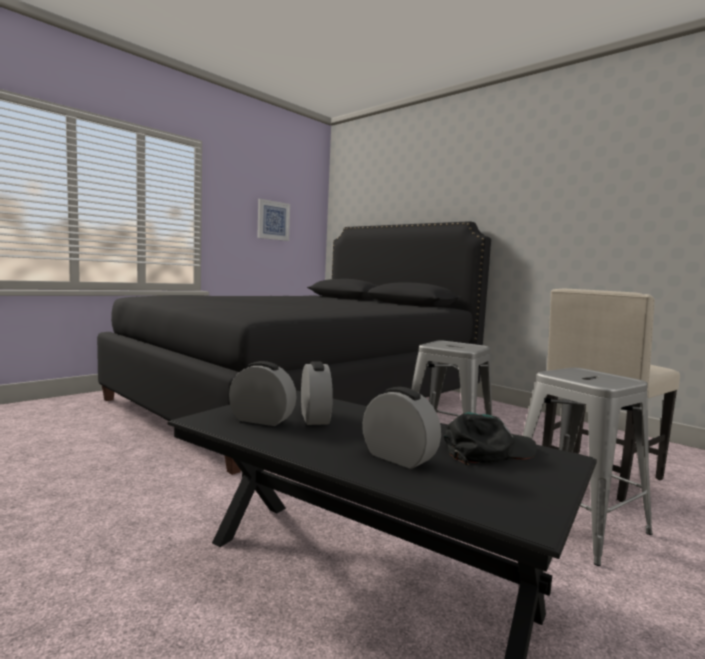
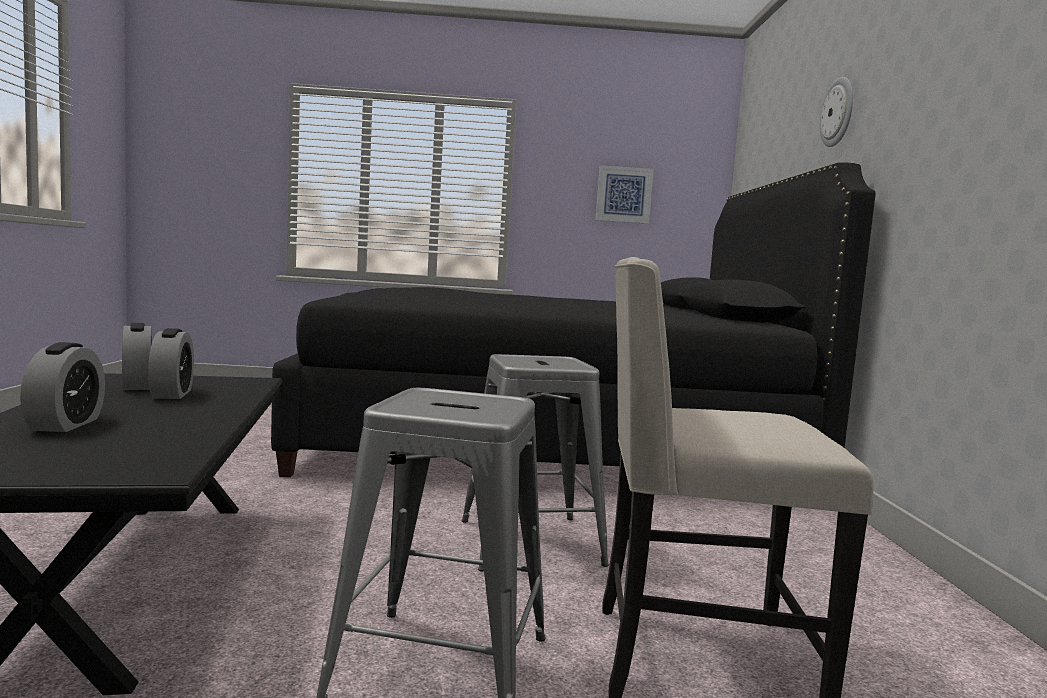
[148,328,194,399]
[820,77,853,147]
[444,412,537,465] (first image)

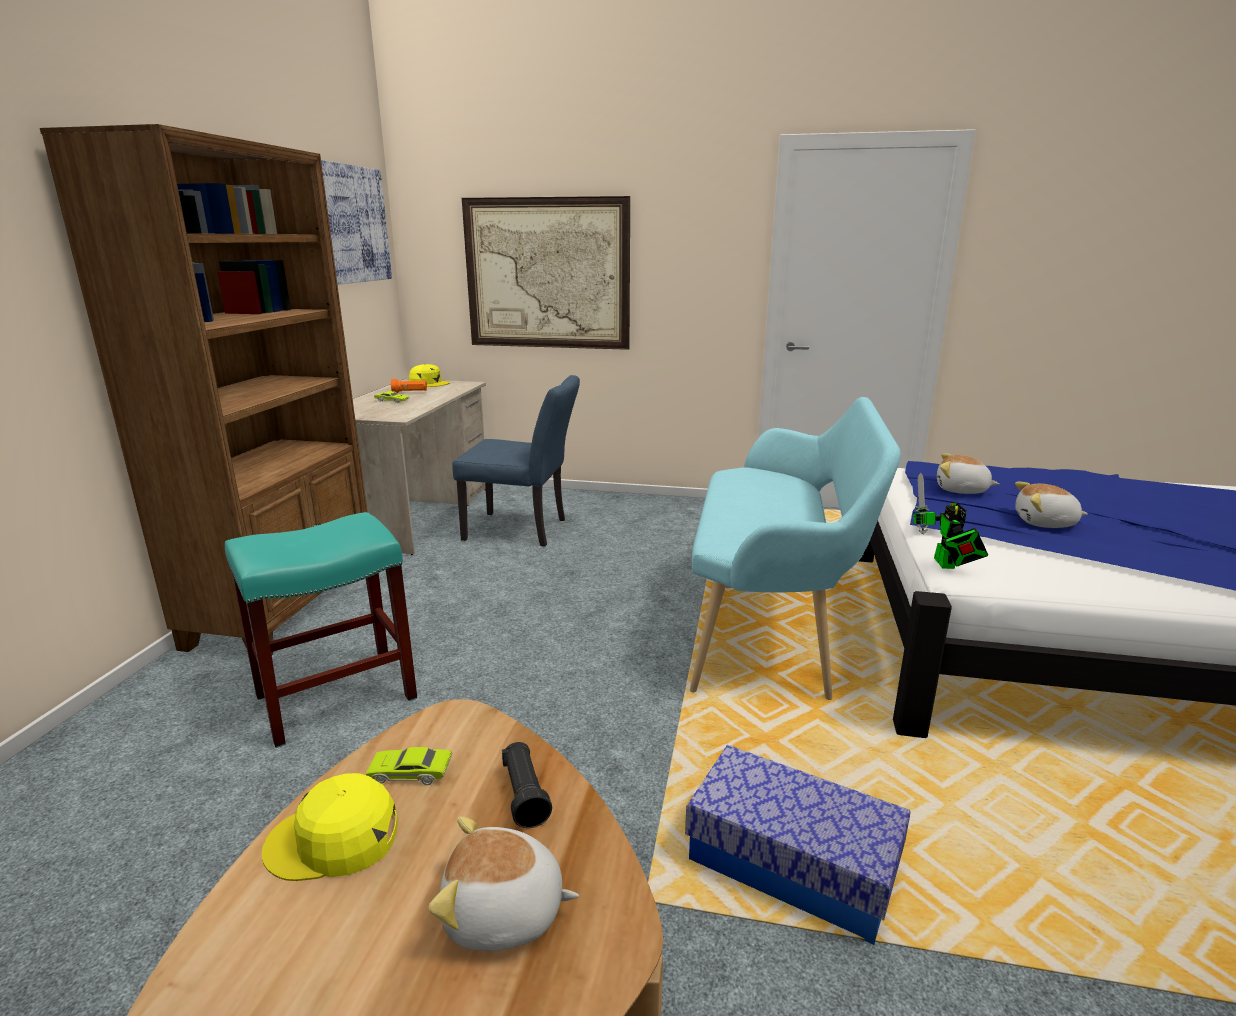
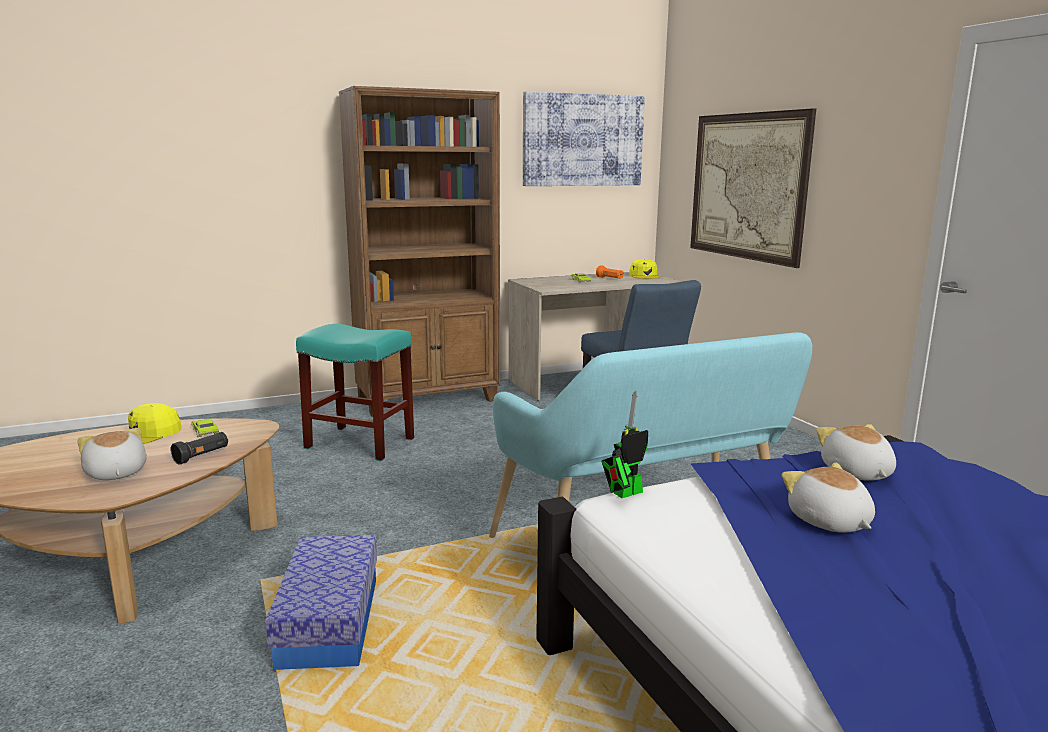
[128,403,182,444]

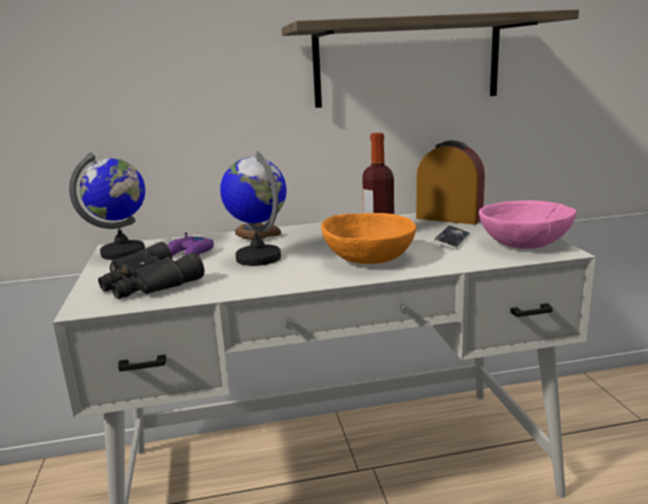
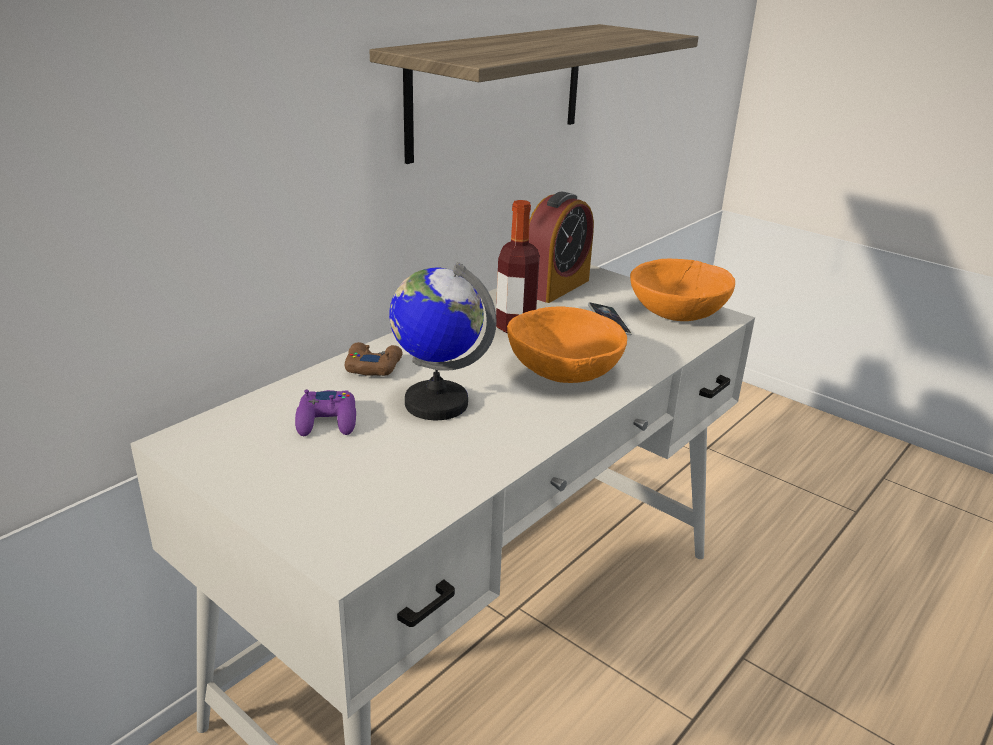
[529,191,594,303]
[630,259,735,321]
[69,152,145,260] (first image)
[98,242,204,299] (first image)

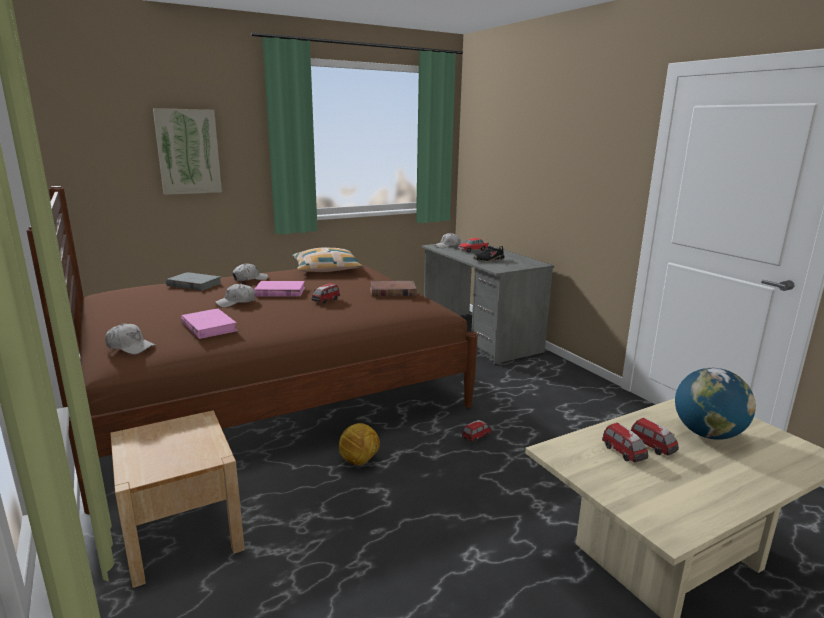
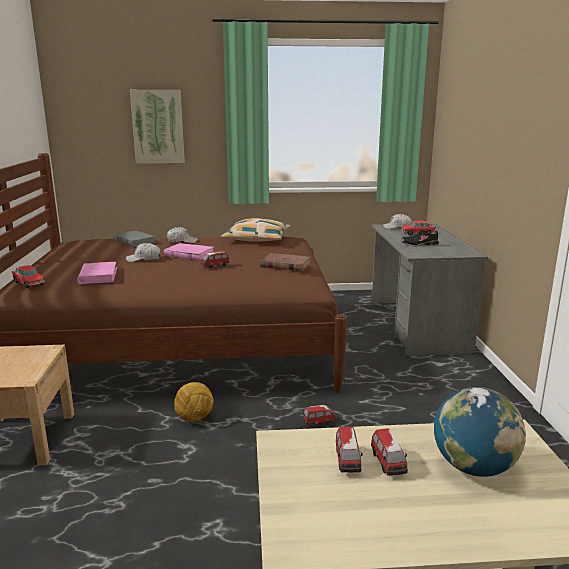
[12,265,45,288]

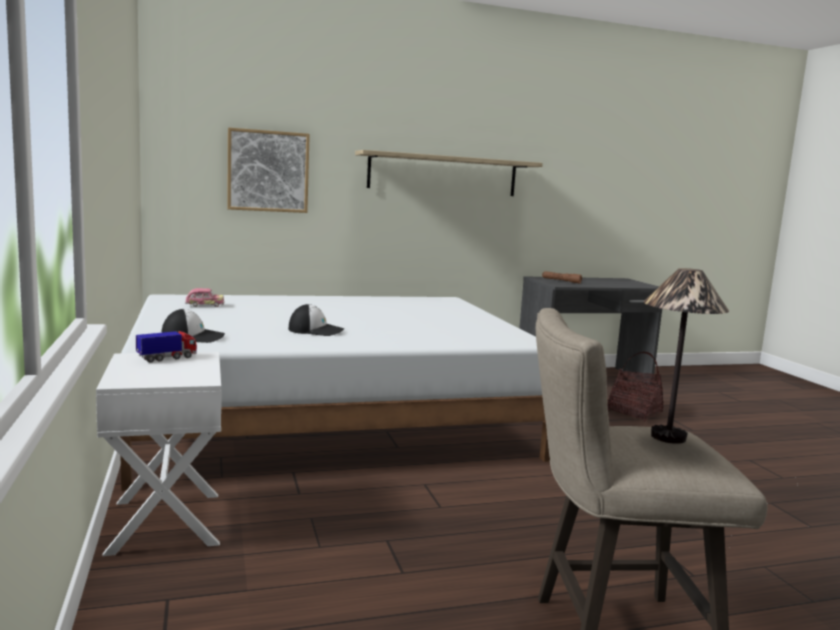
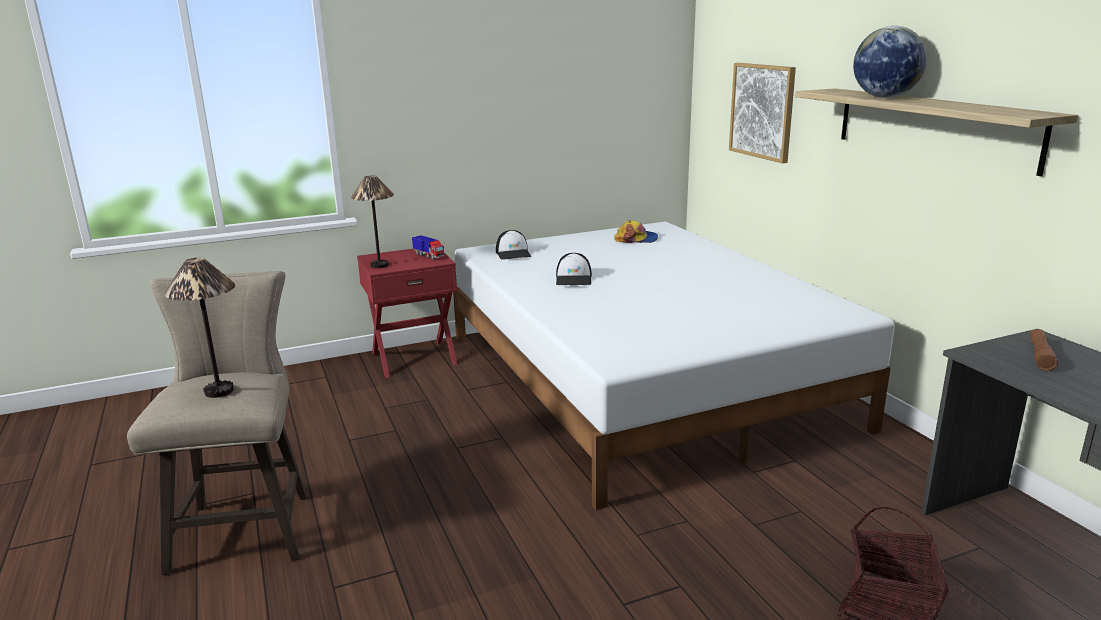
[351,175,394,268]
[357,249,458,378]
[614,220,658,243]
[853,26,927,98]

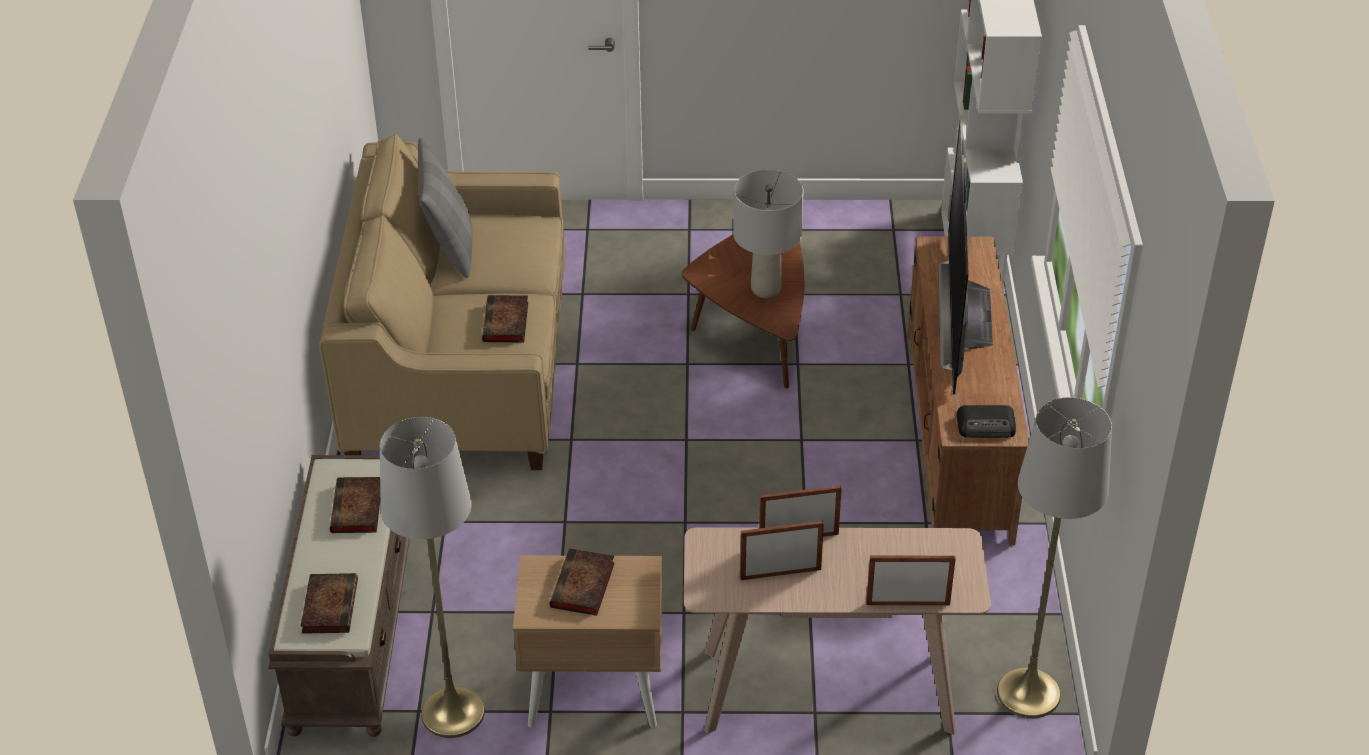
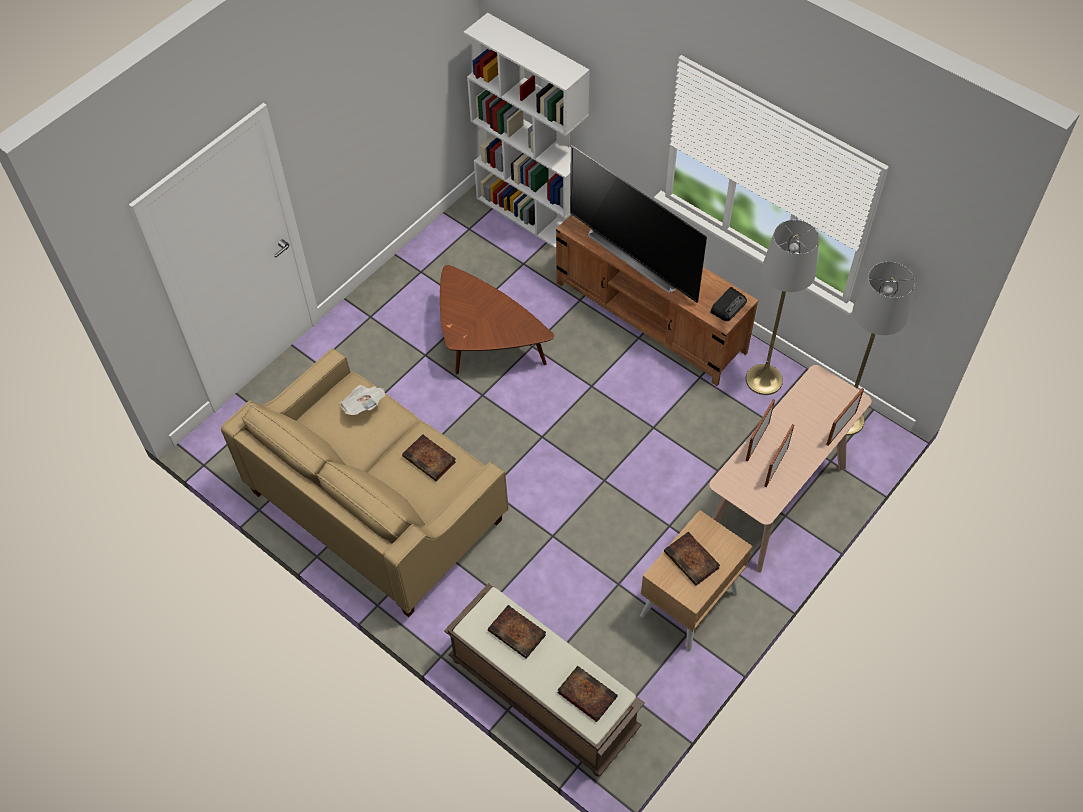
[339,385,385,415]
[746,220,819,395]
[418,138,473,278] (first image)
[733,170,804,298] (first image)

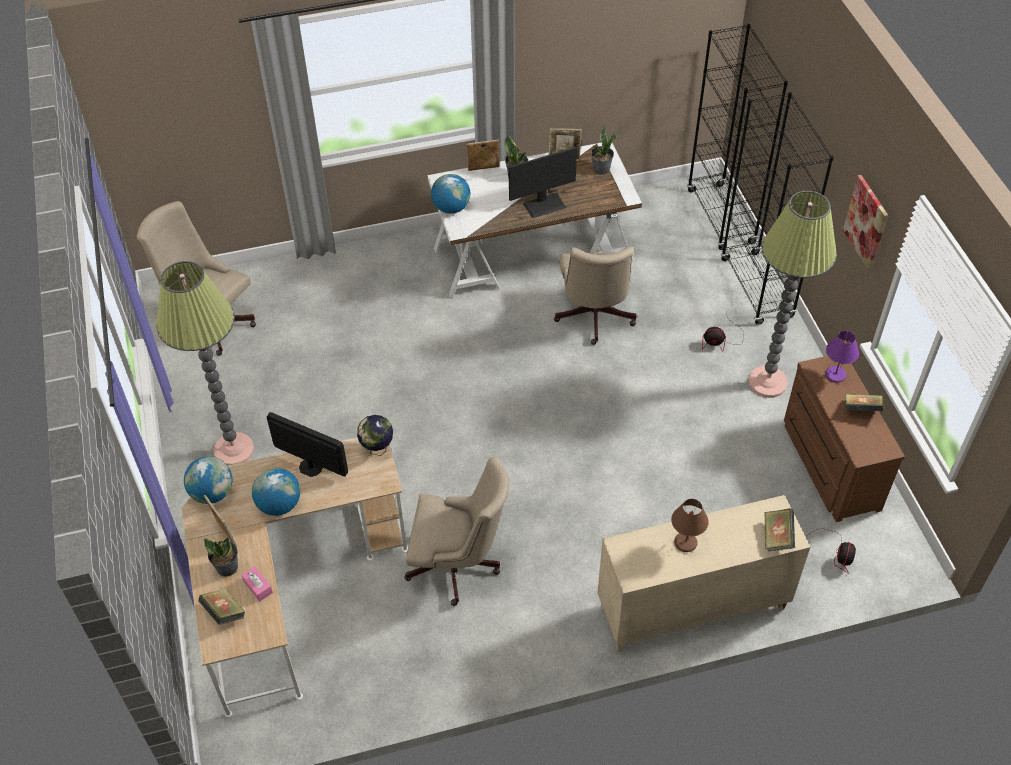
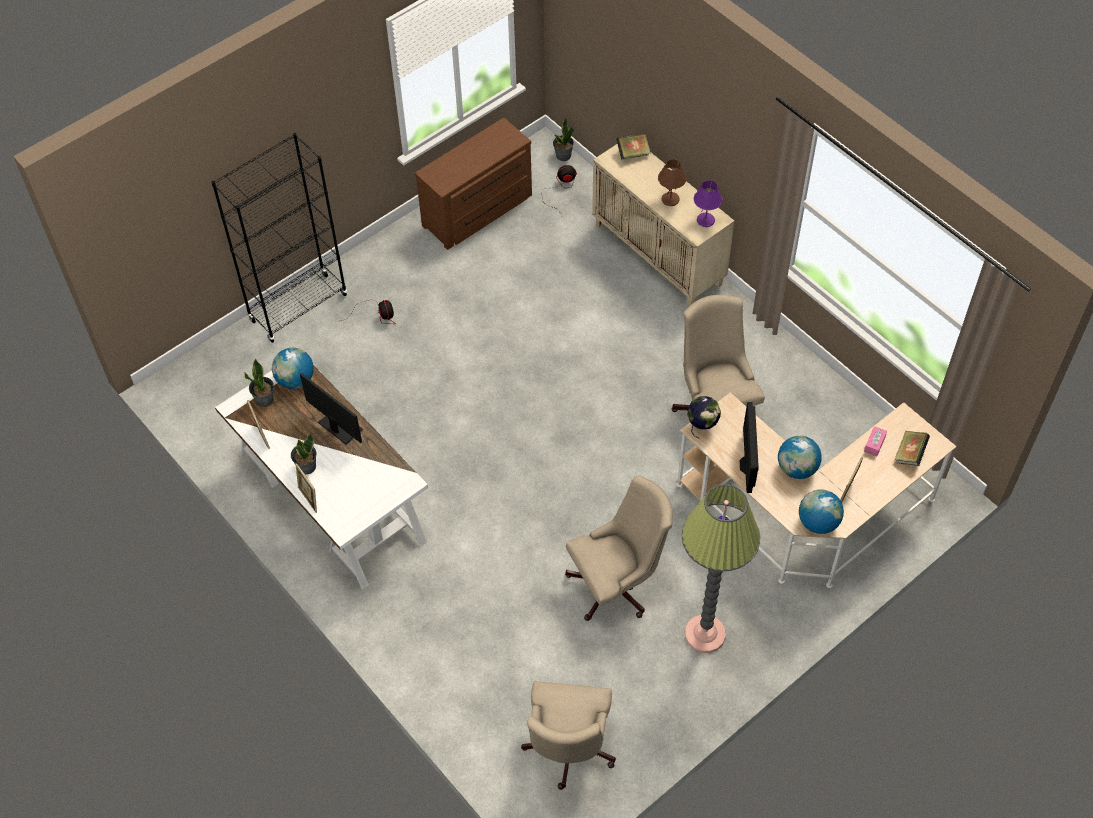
[272,348,314,389]
[553,118,574,161]
[565,475,673,621]
[694,180,723,227]
[687,24,788,250] (first image)
[748,191,837,398] (first image)
[843,175,888,270] (first image)
[846,394,884,411] (first image)

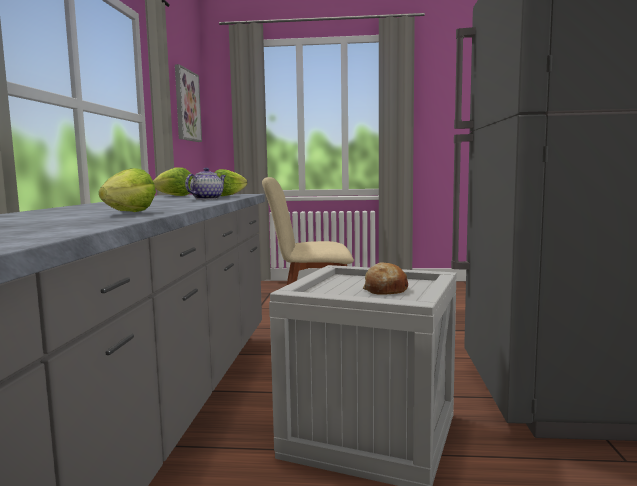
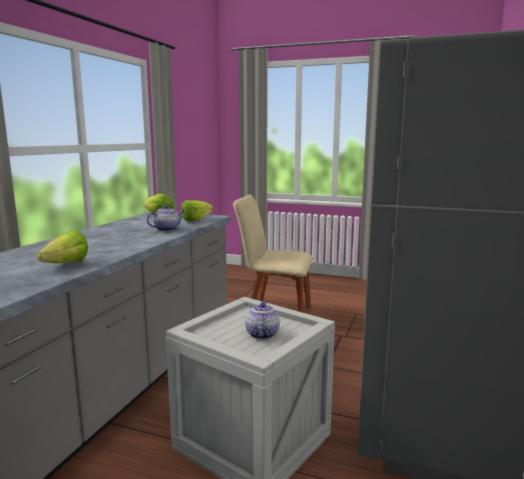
[245,301,280,339]
[175,64,202,142] (first image)

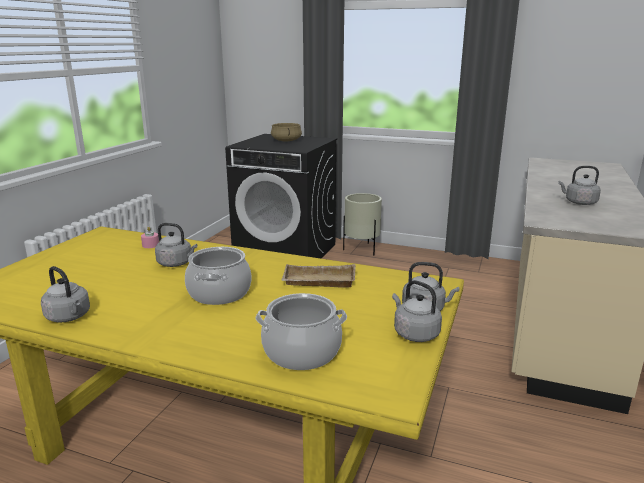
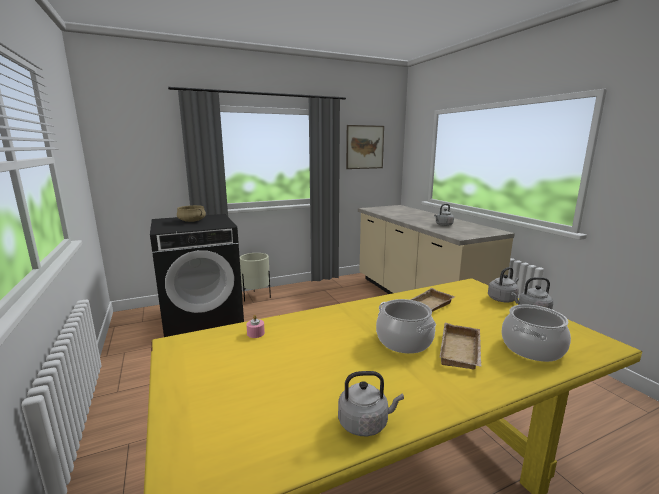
[346,125,384,169]
[439,323,482,370]
[155,223,197,267] (first image)

